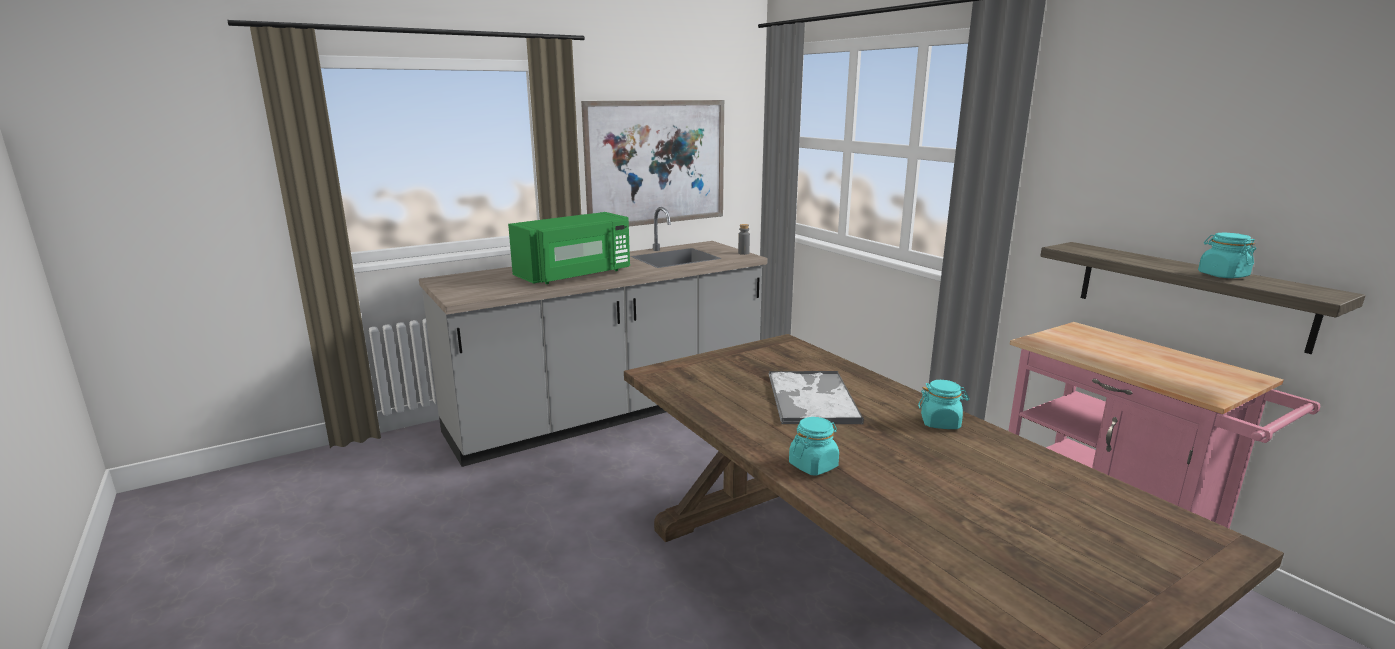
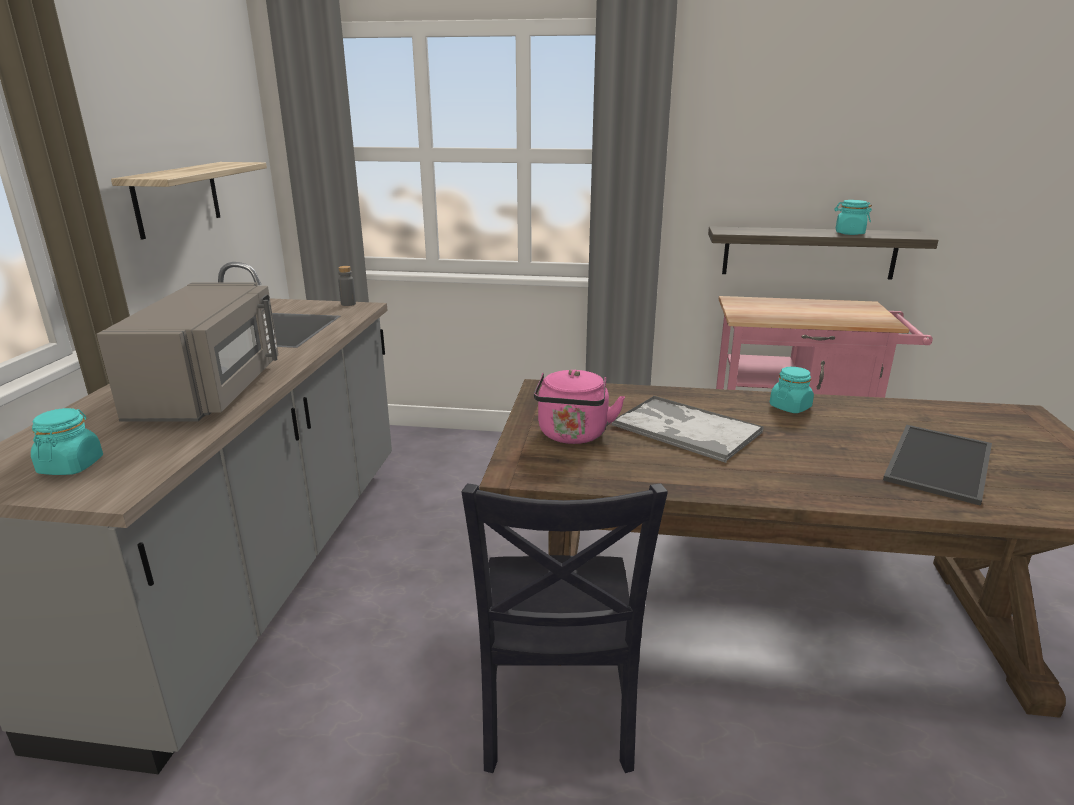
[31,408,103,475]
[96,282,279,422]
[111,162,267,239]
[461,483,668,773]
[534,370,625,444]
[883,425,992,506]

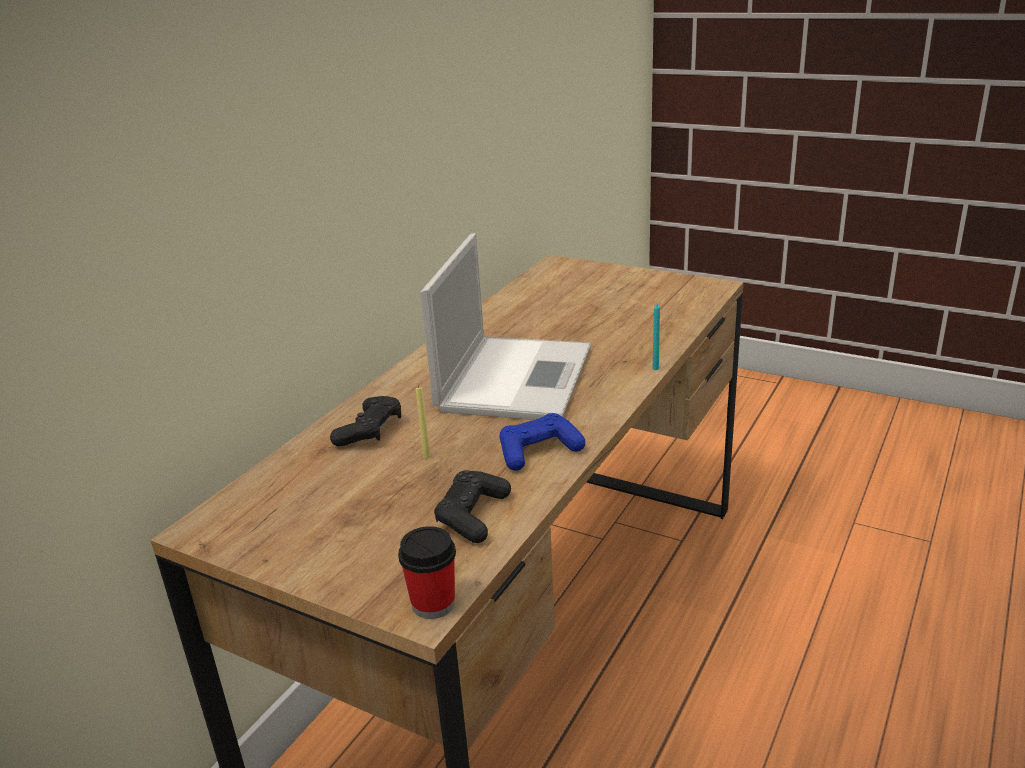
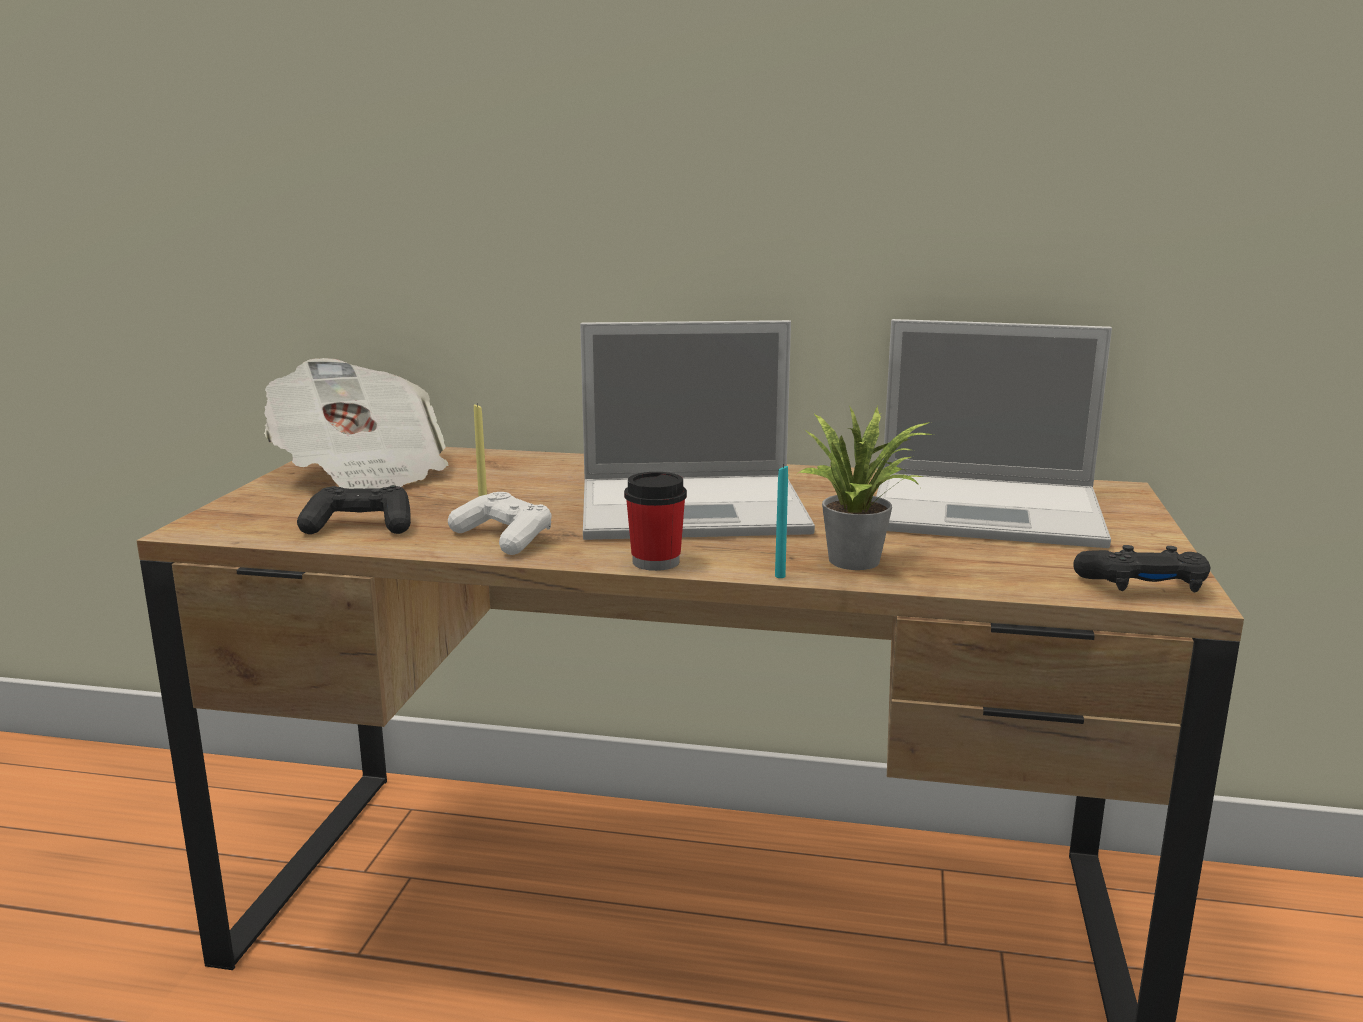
[264,358,448,489]
[448,492,551,555]
[624,472,687,571]
[799,404,933,570]
[876,319,1112,548]
[1073,545,1210,592]

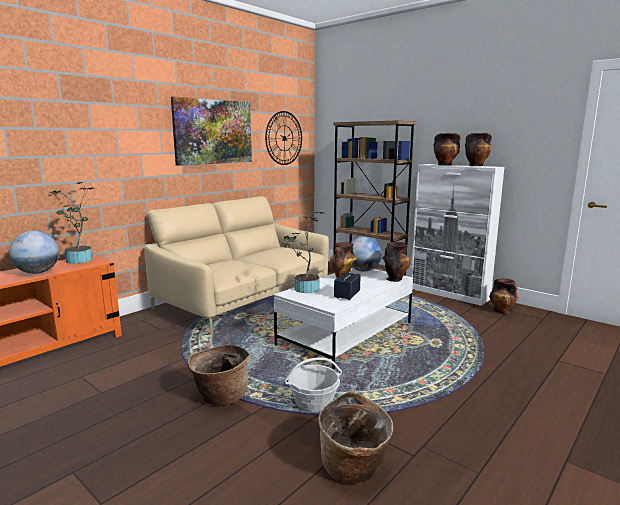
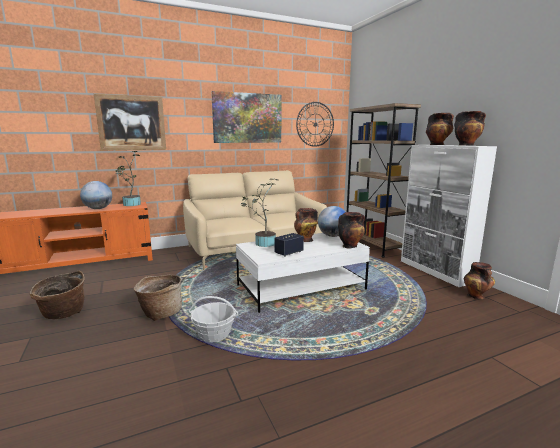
[30,271,85,319]
[94,94,166,150]

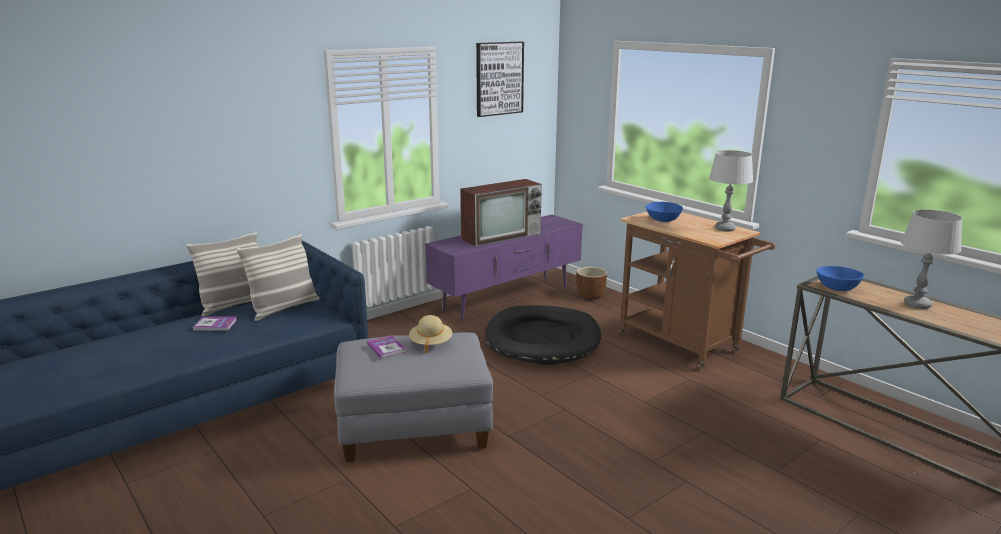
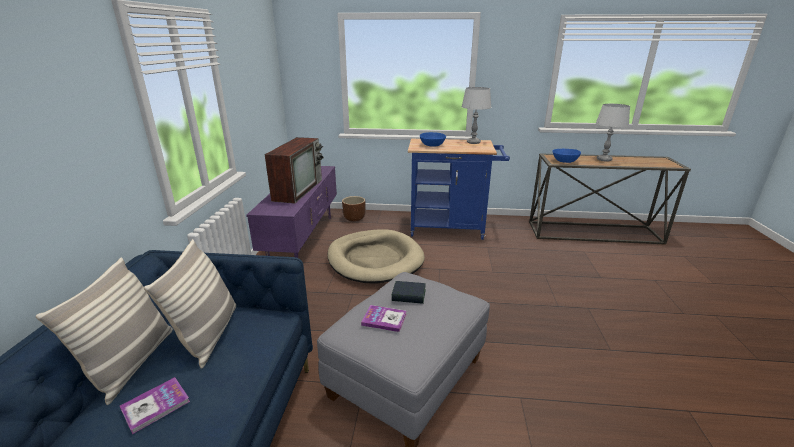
[327,229,425,284]
[391,281,426,304]
[408,139,510,240]
[476,42,524,117] (first image)

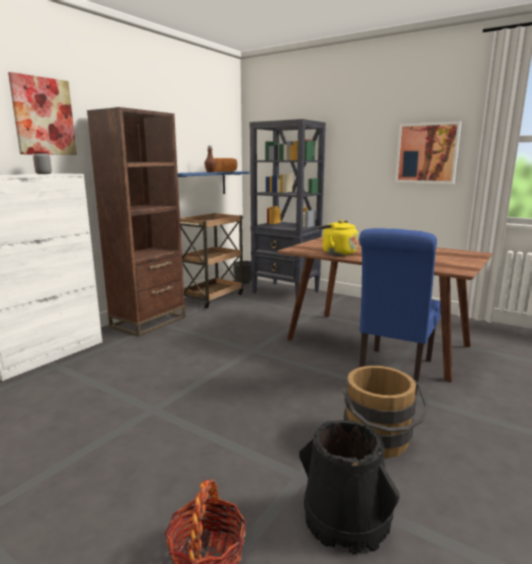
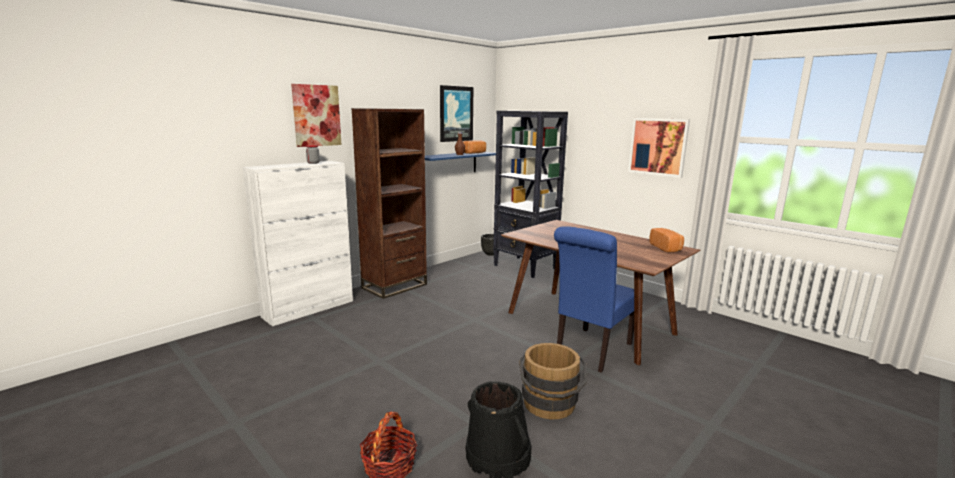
[440,85,473,142]
[649,228,684,252]
[180,213,243,308] (first image)
[317,220,358,256] (first image)

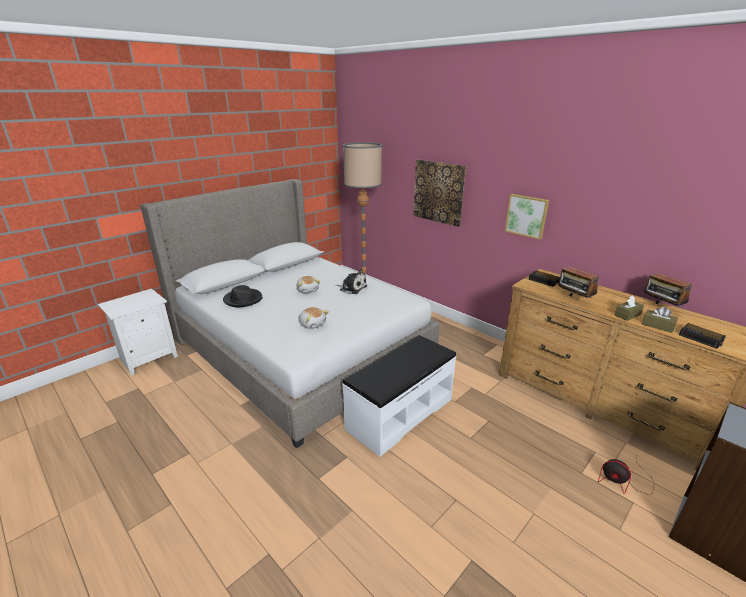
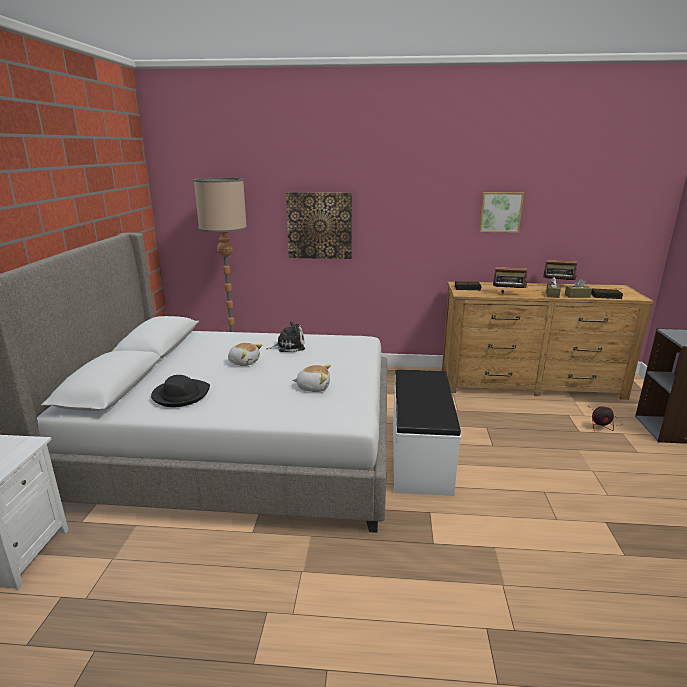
[479,192,524,233]

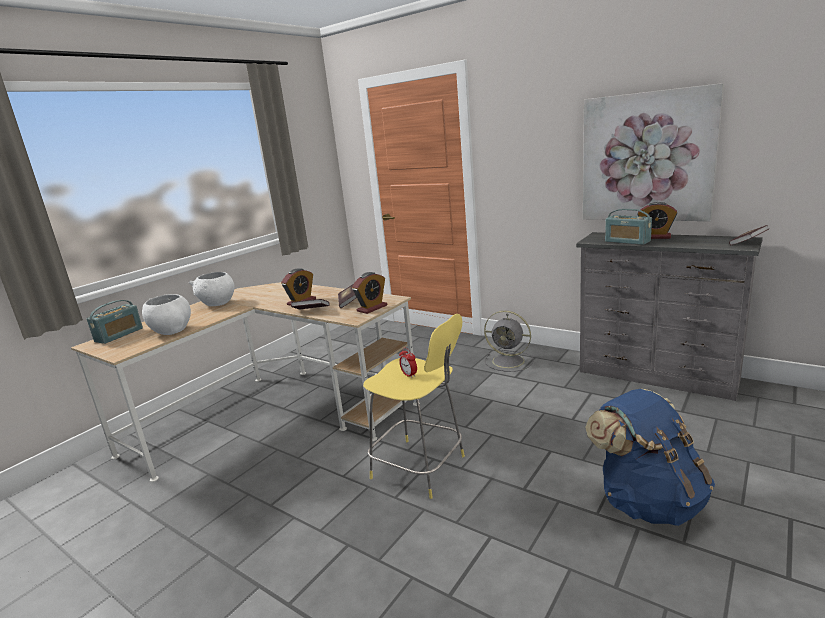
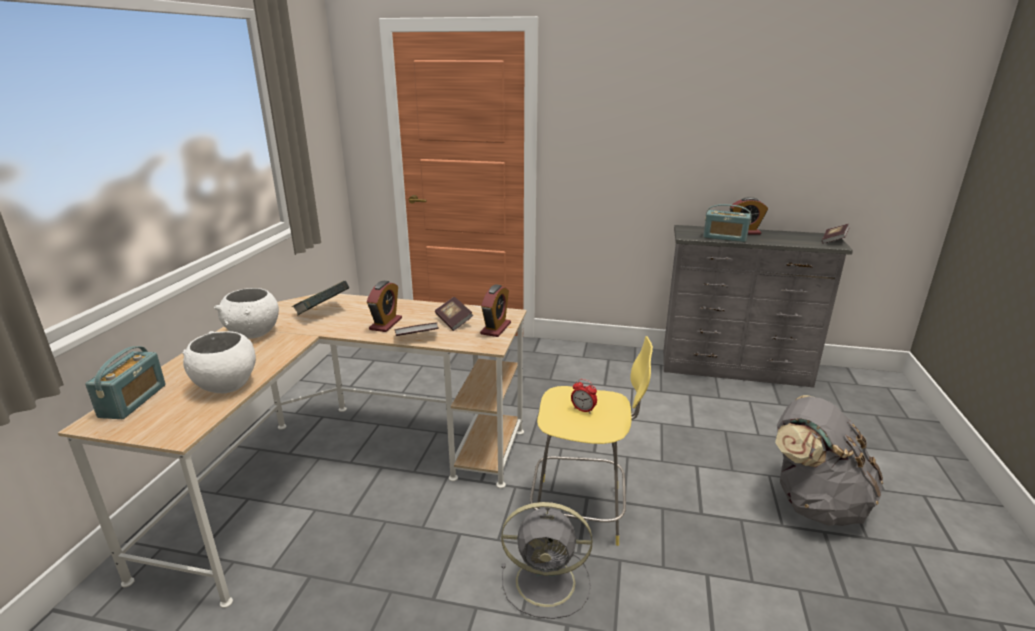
[292,281,349,316]
[501,502,592,619]
[775,395,883,526]
[583,83,724,221] (first image)

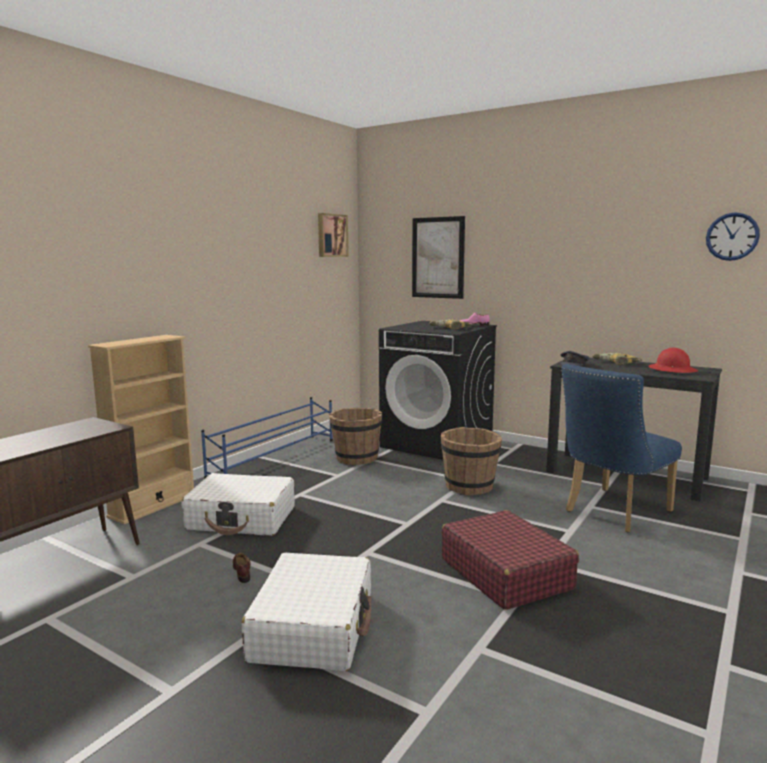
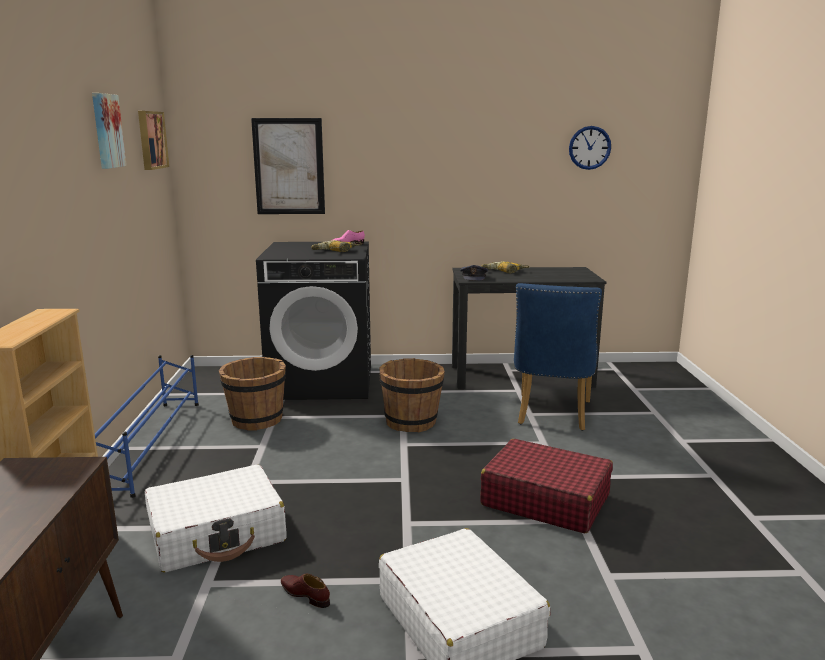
[92,93,127,169]
[648,348,698,373] (first image)

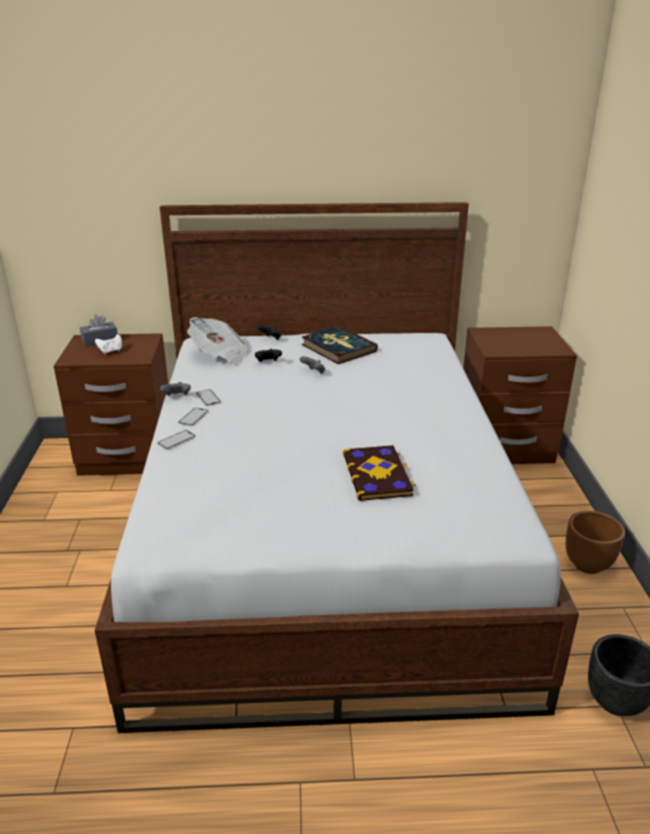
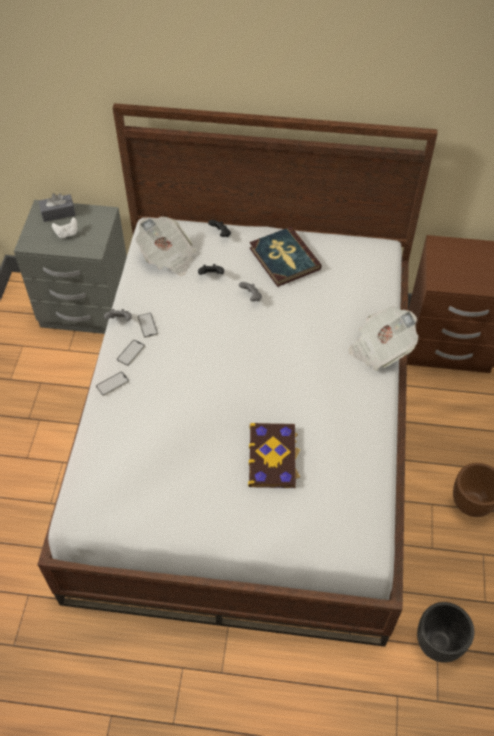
[14,200,127,334]
[349,306,419,371]

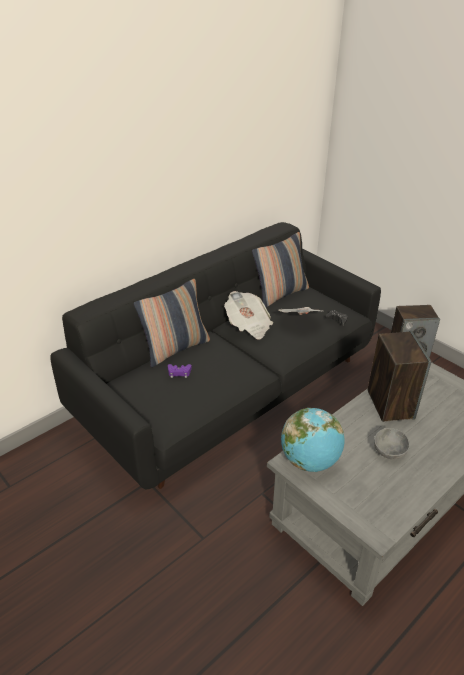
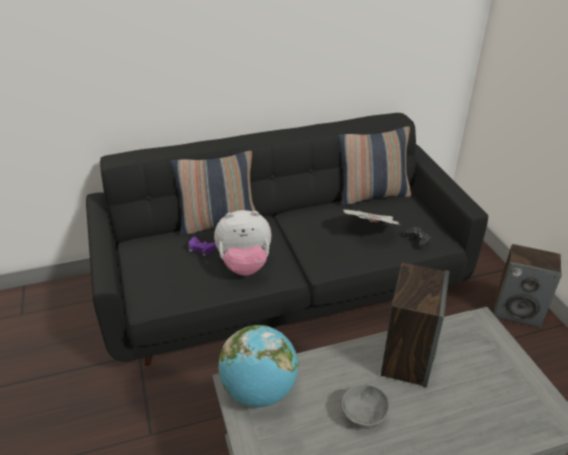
[214,210,271,276]
[224,291,273,339] (first image)

